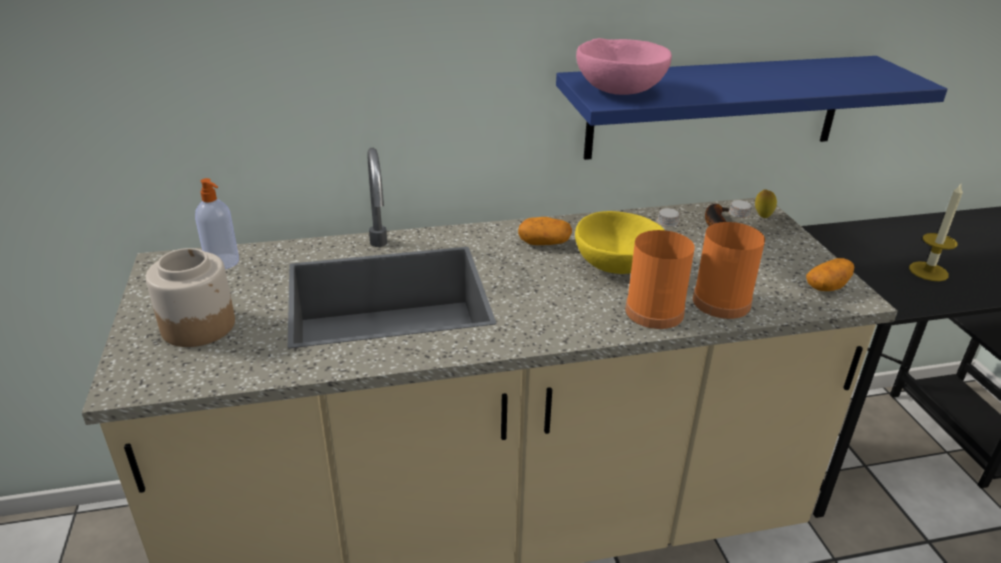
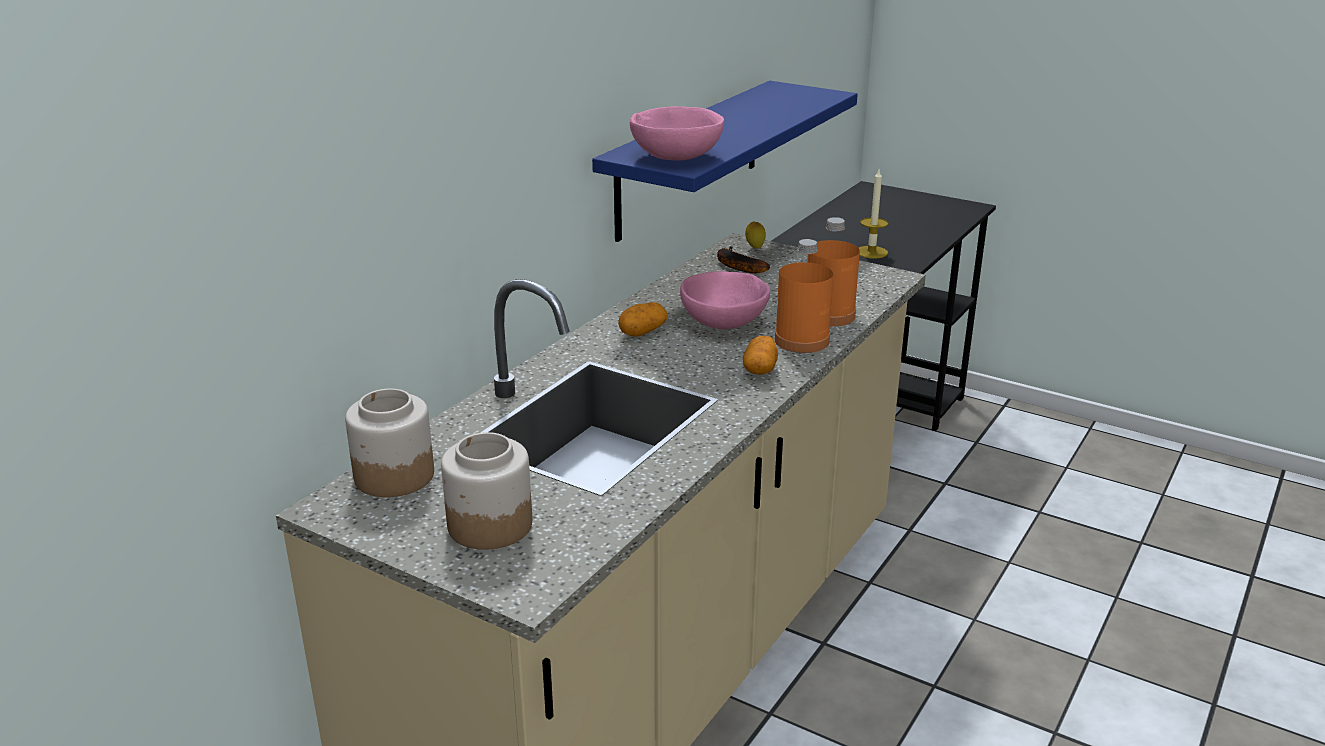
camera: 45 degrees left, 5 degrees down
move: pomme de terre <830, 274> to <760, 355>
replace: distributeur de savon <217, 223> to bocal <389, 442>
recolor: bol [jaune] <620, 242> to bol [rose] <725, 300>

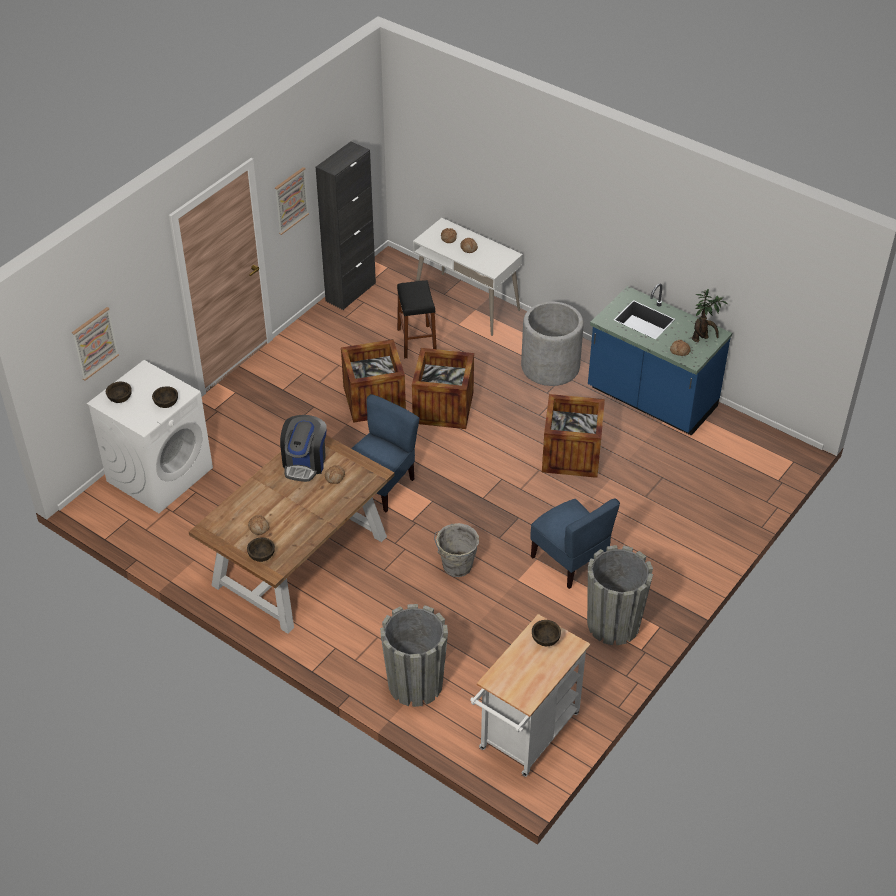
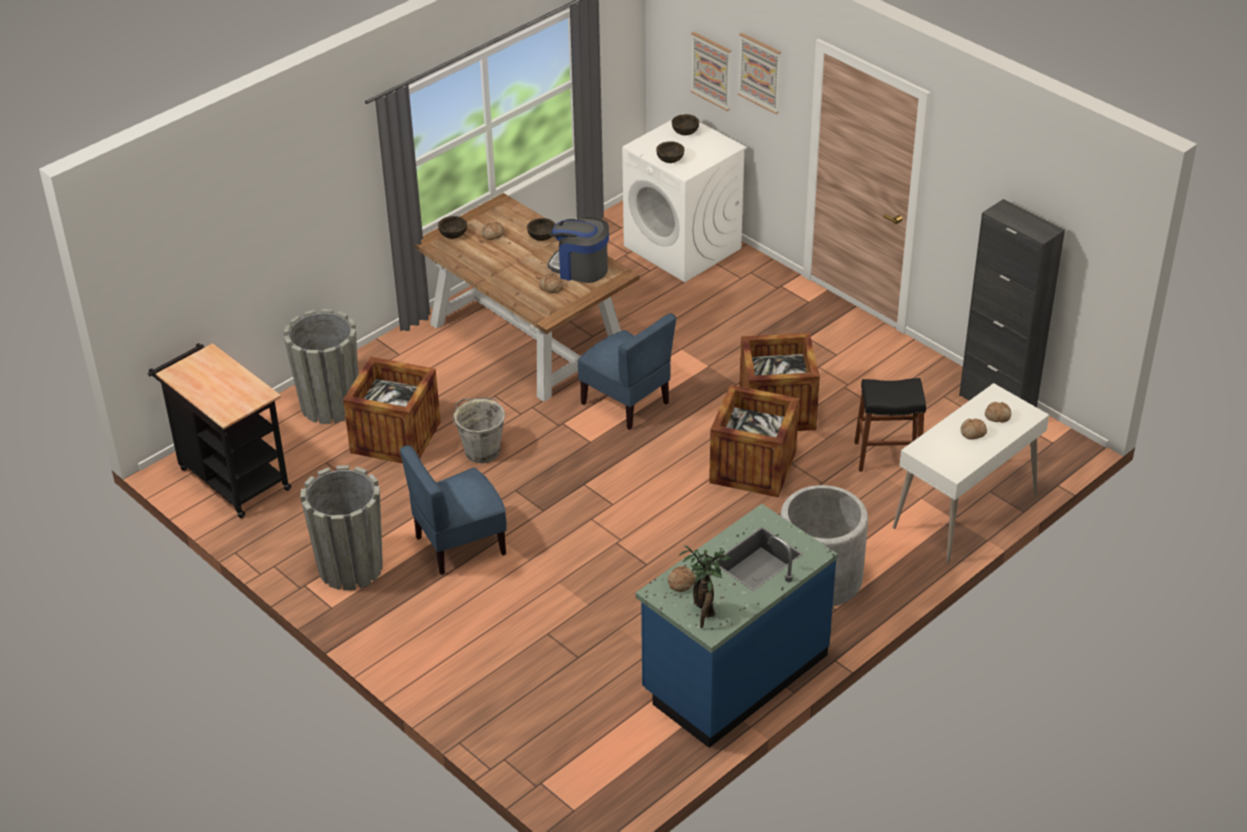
camera: 100 degrees right, 5 degrees down
move: tableau <292, 201> to <759, 73>; caisse <573, 436> to <392, 410>; bol [marron] <546, 633> to <541, 229>
recolor: chariot [blanc] <530, 695> to chariot [noir] <219, 430>

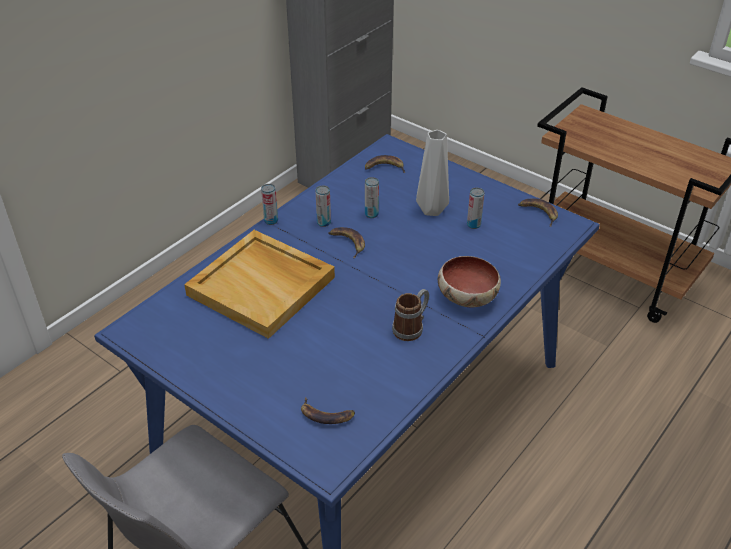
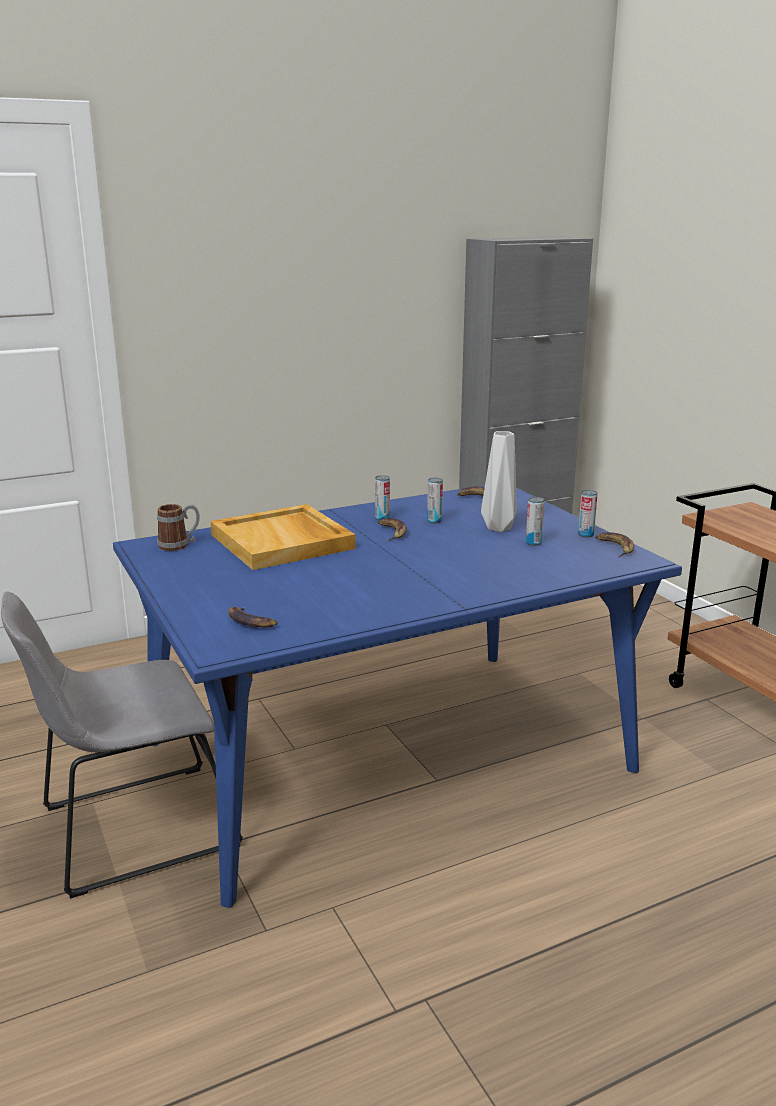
camera: 25 degrees right, 20 degrees down
delete: bol <469, 281>
move: boîte métallique <269, 204> to <588, 514>; mug <410, 315> to <178, 527>

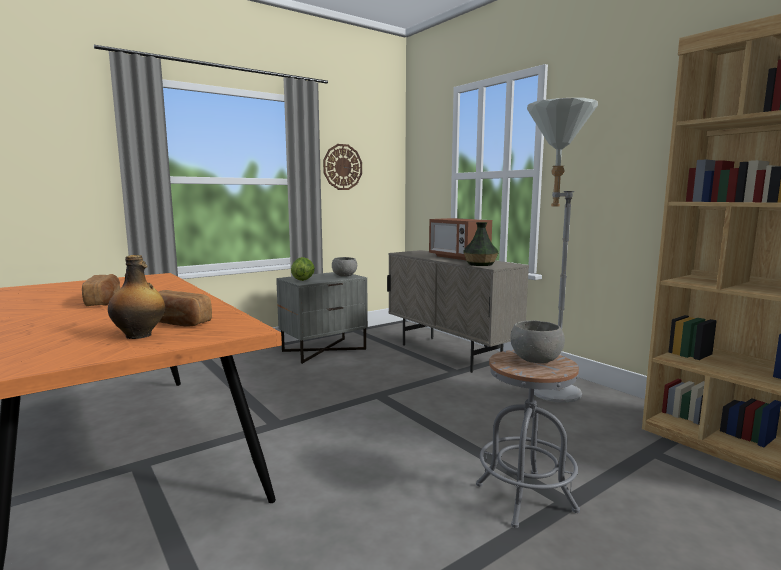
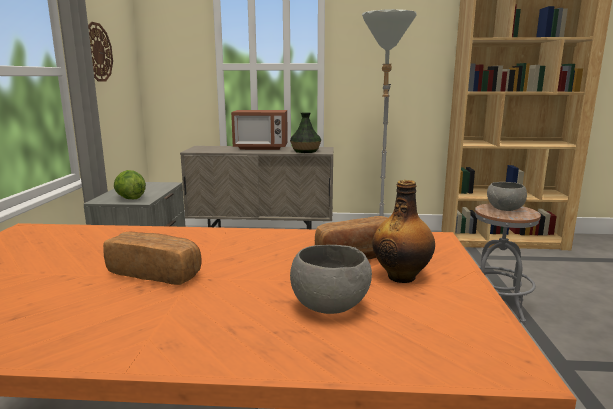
camera: 50 degrees left, 5 degrees up
move: bol [gris] <344, 267> to <331, 279>

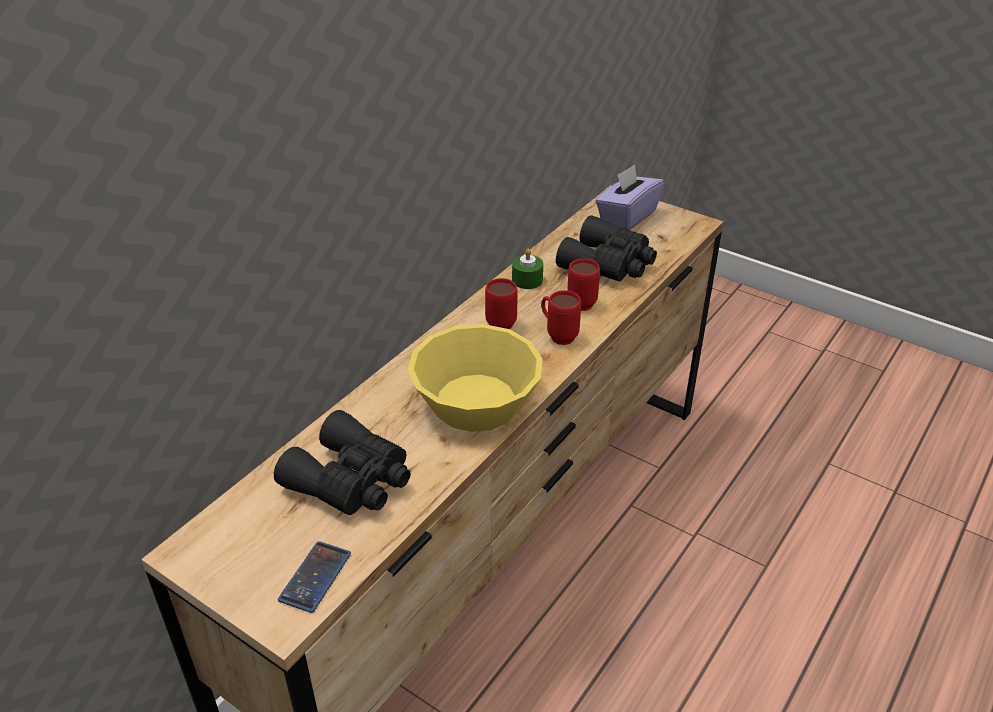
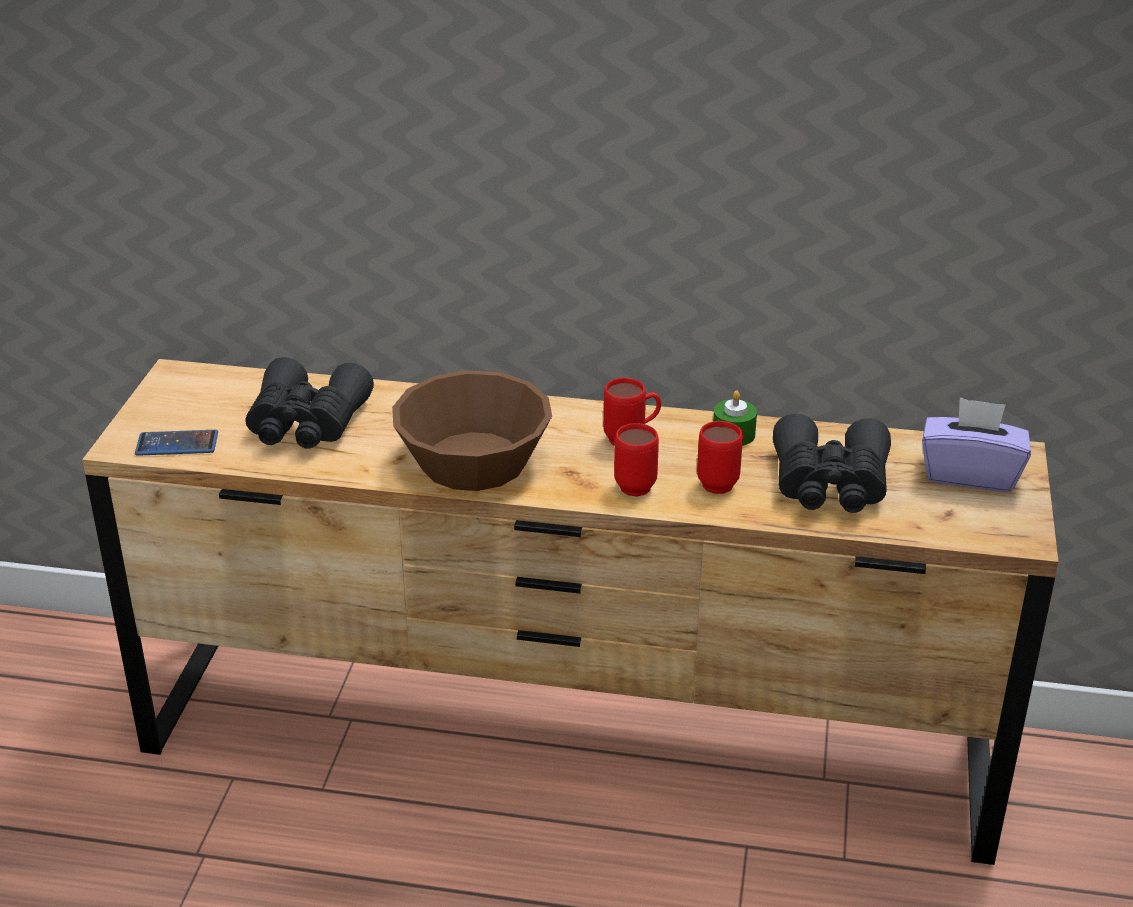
camera: 65 degrees right, 5 degrees down
recolor: bol [jaune] <475, 378> to bol [marron] <472, 430>

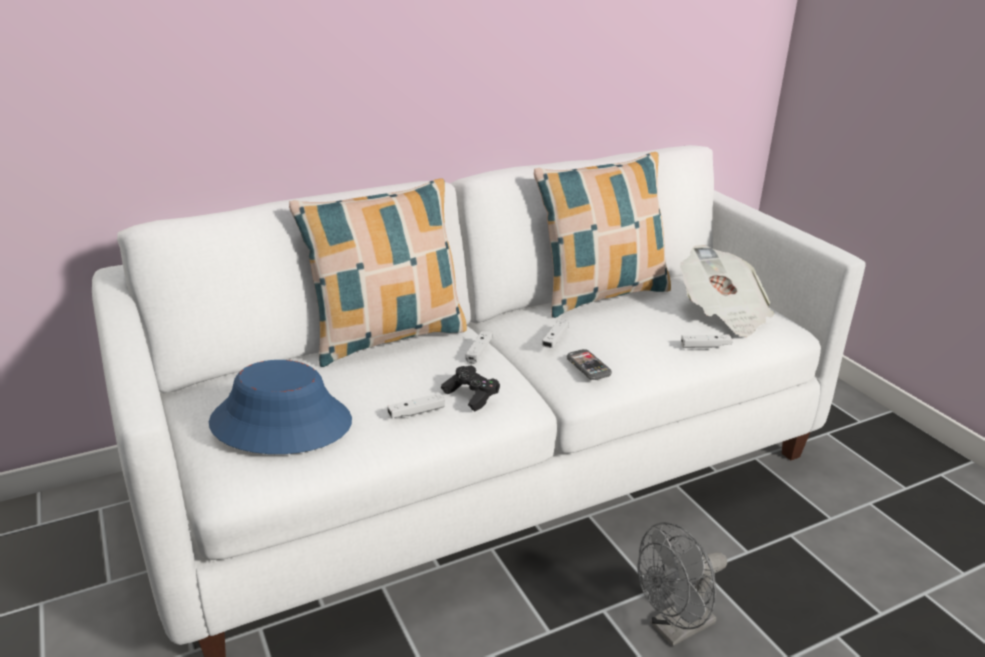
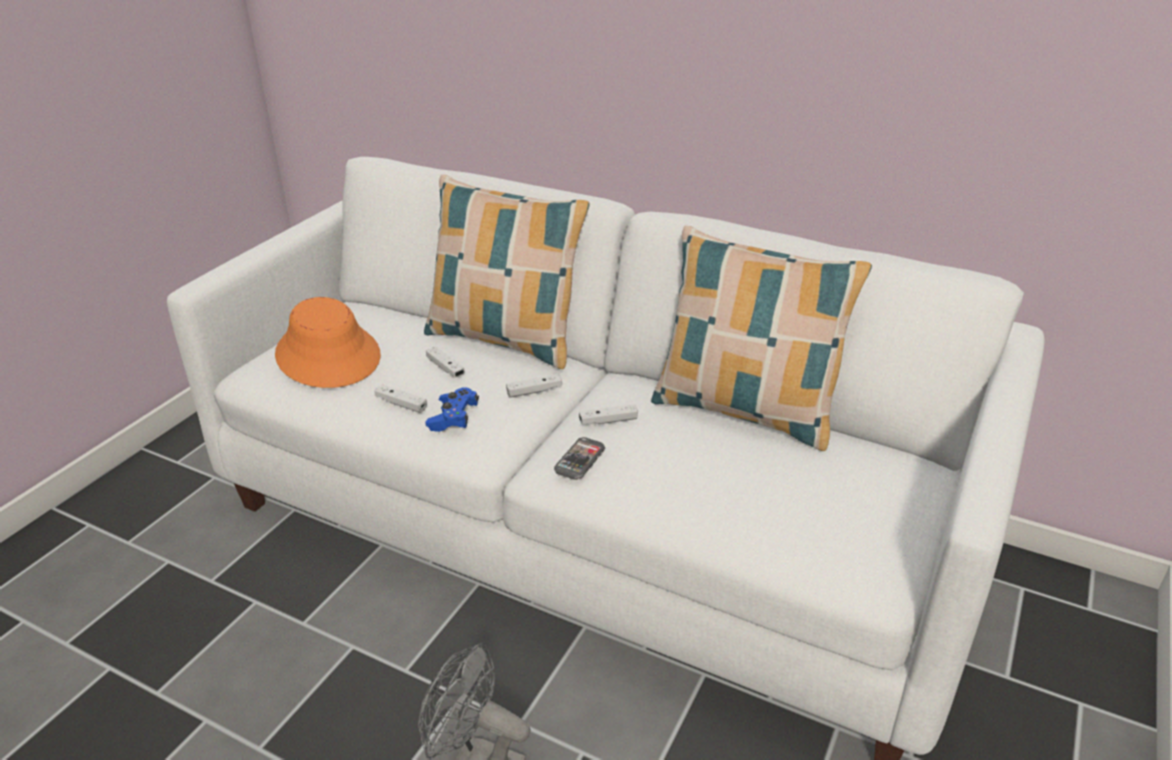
camera: 55 degrees right, 5 degrees up
delete: journal <727, 291>
move: manette [blanc] <707, 341> to <445, 362>
recolor: chapeau [bleu] <280, 407> to chapeau [orange] <328, 342>; manette [noir] <470, 388> to manette [bleu] <452, 409>

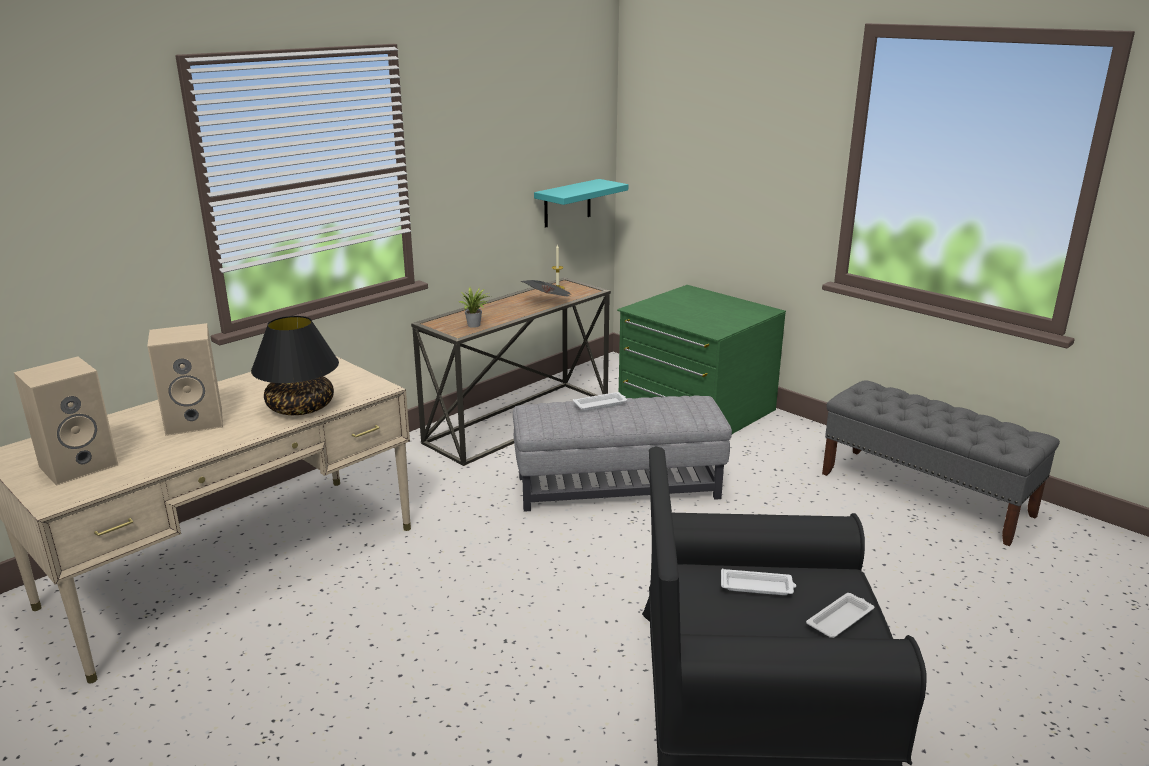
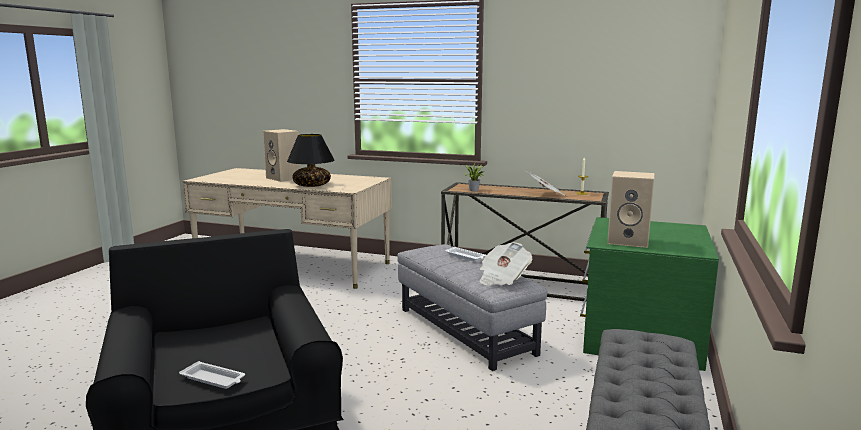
camera: 65 degrees right, 10 degrees down
delete: étagère [turquoise] <581, 203>; plateau [blanc] <758, 581>
insert: journal <505, 263>
move: enceinte [beige] <66, 421> to <630, 209>

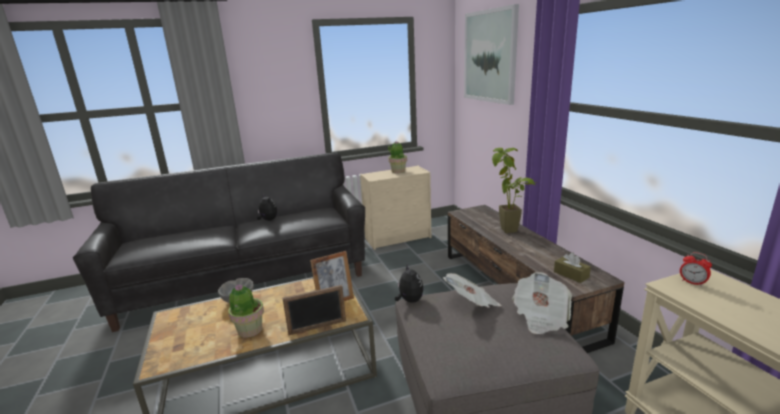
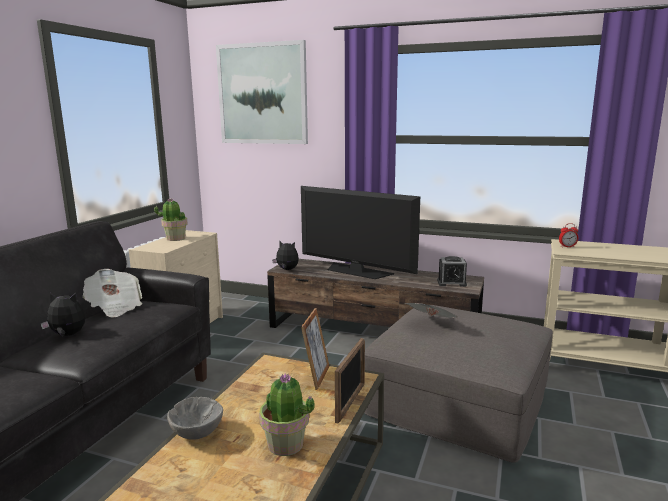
camera: 50 degrees left, 5 degrees down
move: peluche <409, 283> to <285, 255>; journal <542, 303> to <112, 293>
replace: plante en pot <515, 190> to téléviseur <360, 232>; boîte à mouchoirs [marron] <572, 267> to réveil <452, 271>

